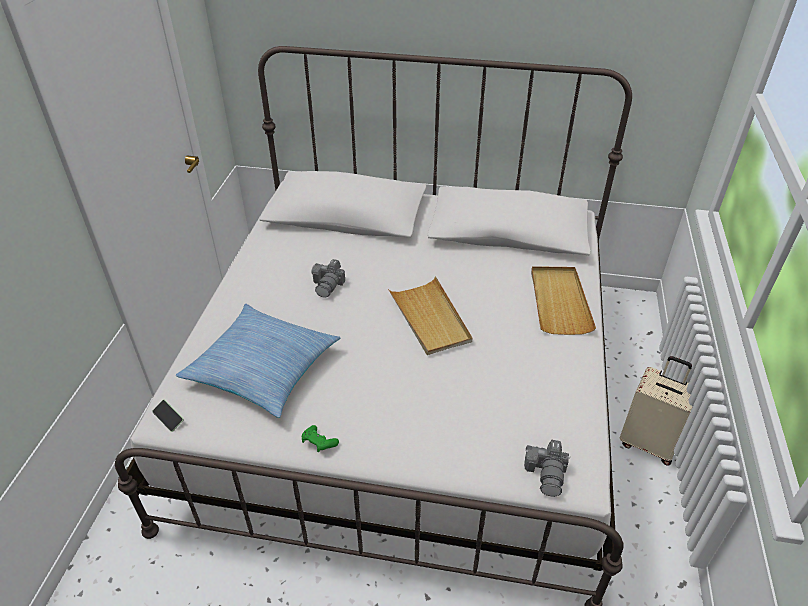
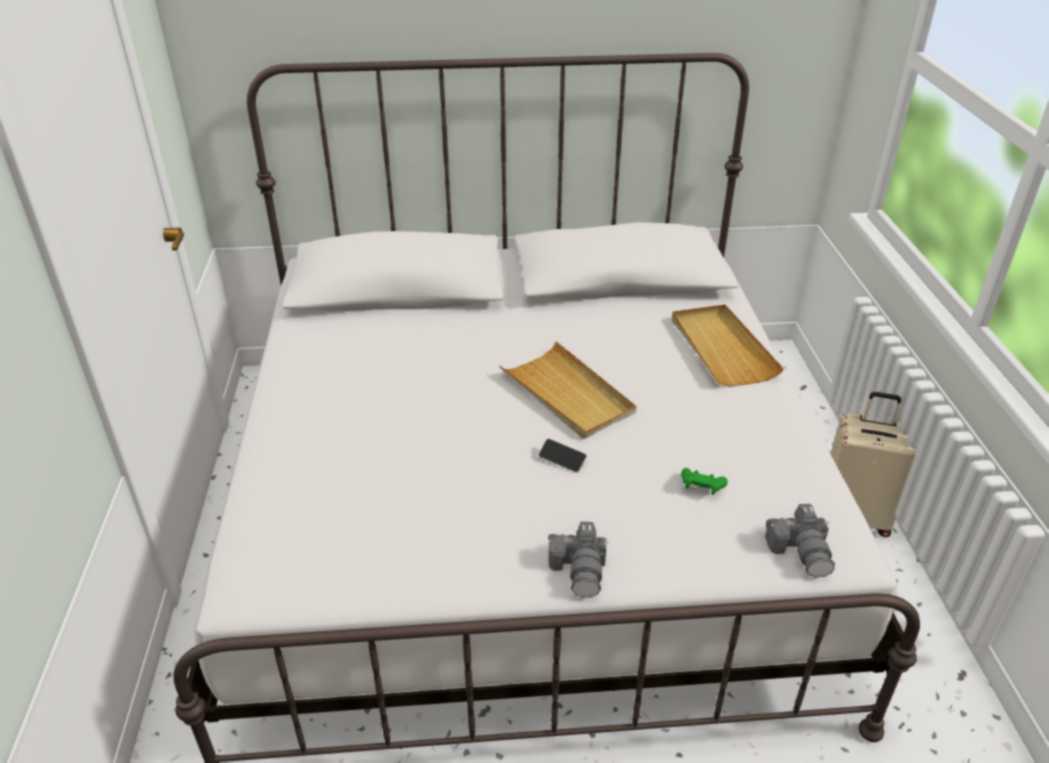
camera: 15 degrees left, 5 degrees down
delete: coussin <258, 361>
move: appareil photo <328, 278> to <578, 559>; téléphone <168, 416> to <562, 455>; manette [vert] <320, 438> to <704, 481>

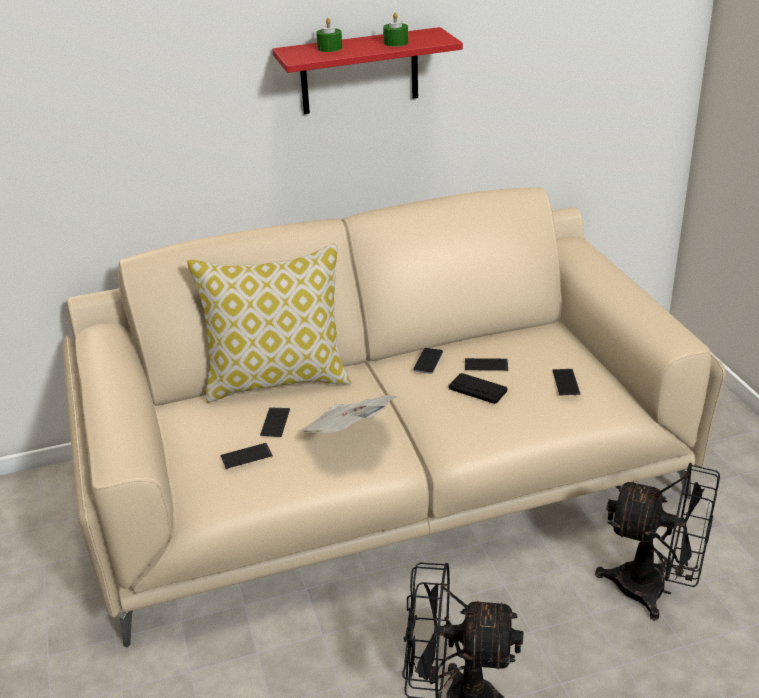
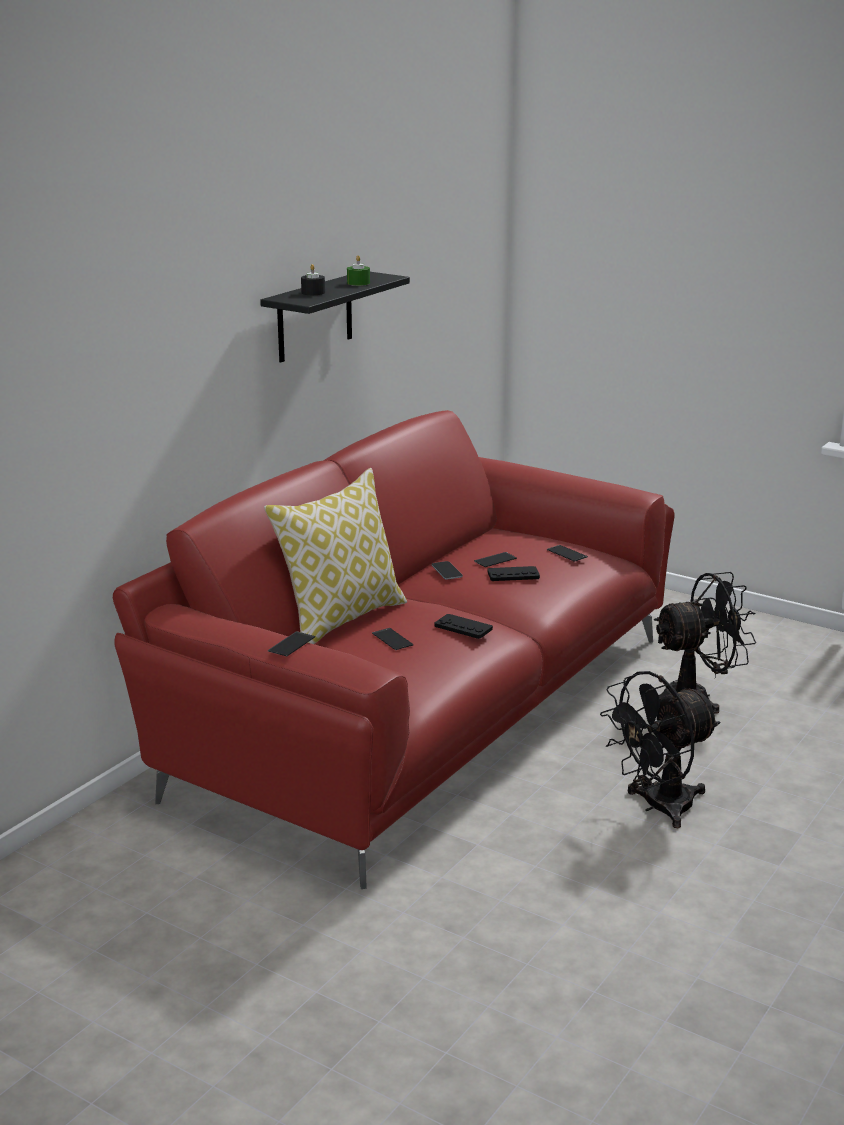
camera: 40 degrees left, 10 degrees down
move: téléphone <246, 456> to <291, 644>
replace: journal <348, 414> to manette [noir] <463, 626>
recolor: bougie [vert] <329, 35> to bougie [noir] <313, 279>; étagère [rouge] <367, 70> to étagère [noir] <335, 317>; canapé [beige] <394, 417> to canapé [rouge] <393, 649>

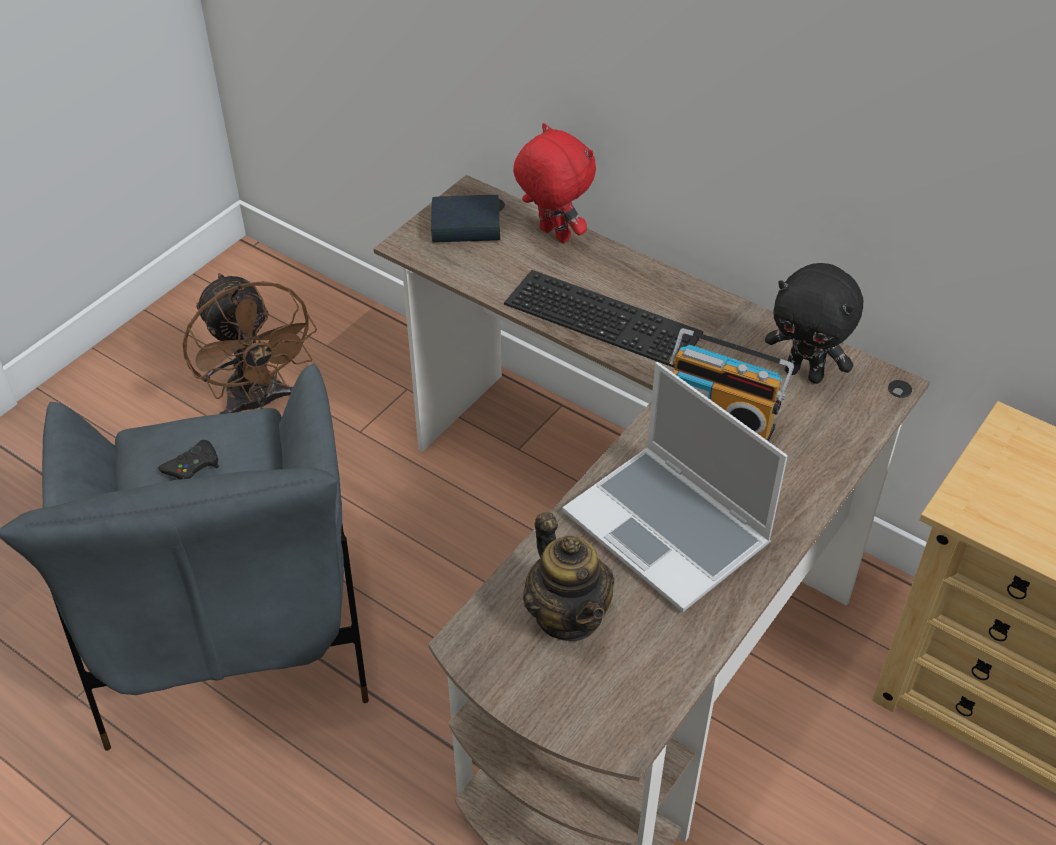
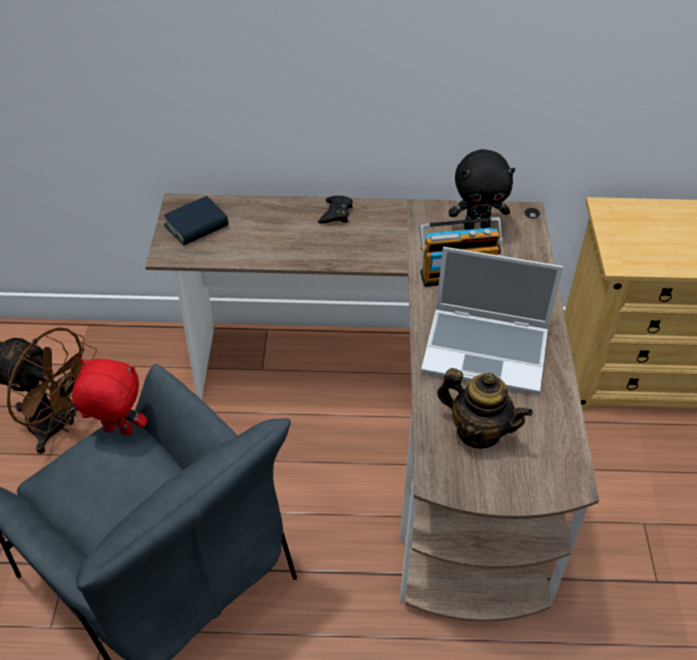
camera: 35 degrees left, 0 degrees up
delete: clavier <603, 319>
move: peluche [rouge] <554, 183> to <109, 396>; manette [noir] <188, 460> to <335, 209>

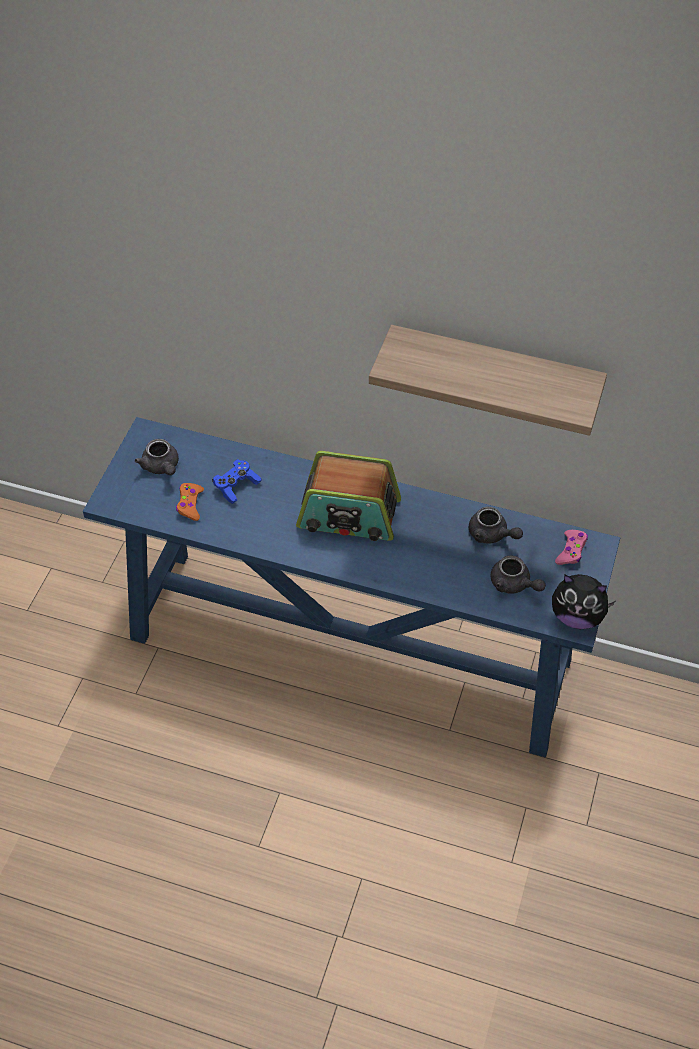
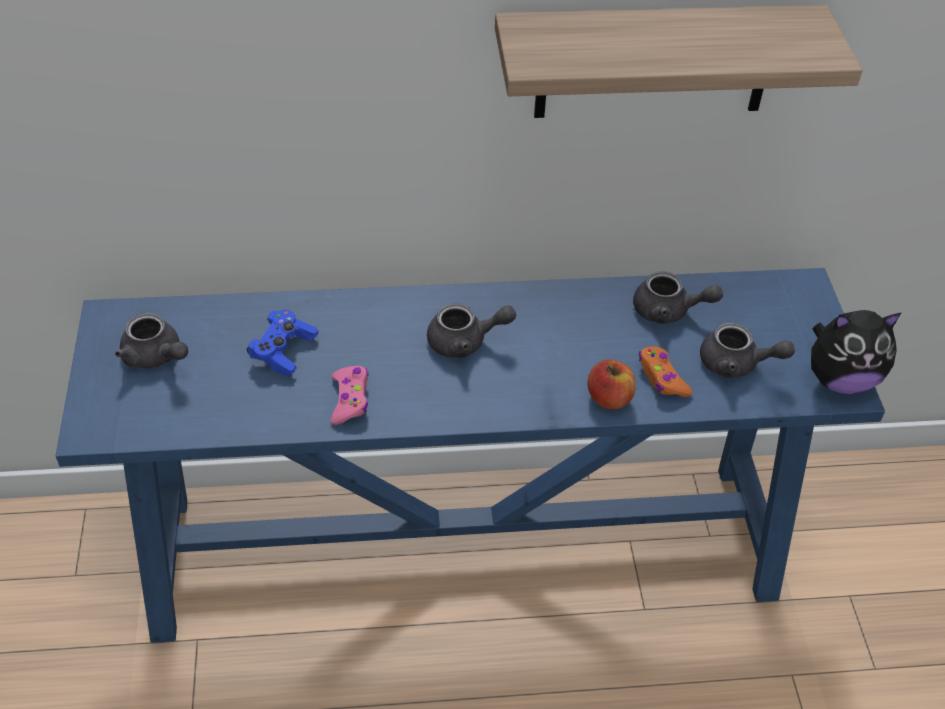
camera: 25 degrees left, 5 degrees down
insert: pomme <612, 384>
move: manette [orange] <190, 502> to <666, 372>; manette [rose] <571, 547> to <350, 395>
replace: radio <348, 496> to théière [gris] <471, 330>

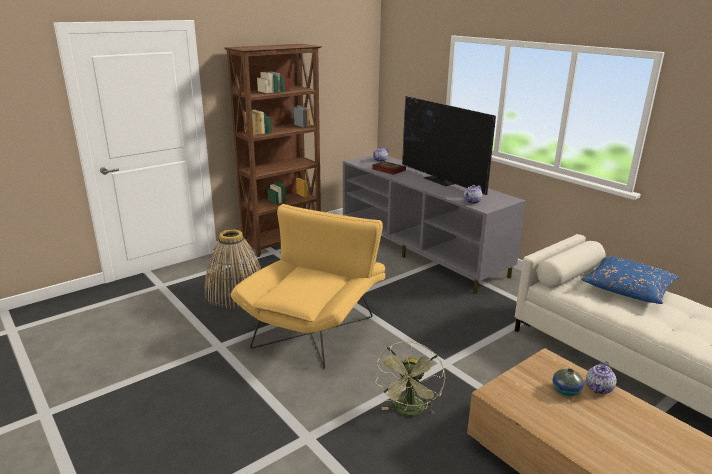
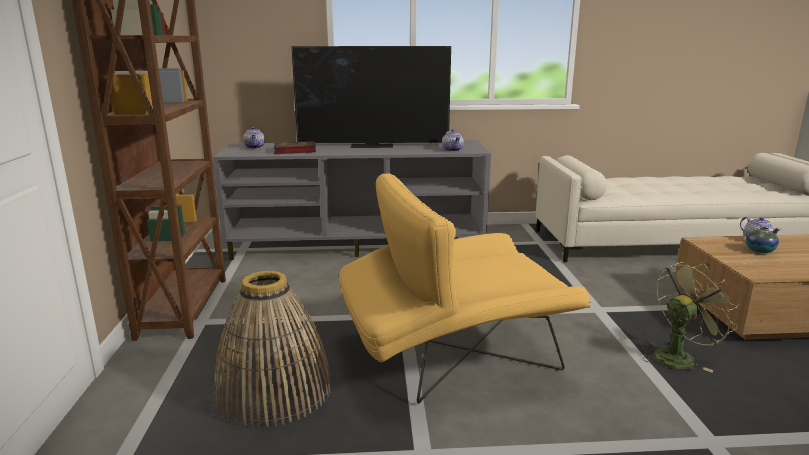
camera: 55 degrees left, 5 degrees down
delete: coussin [bleu] <630, 280>
rotate: fauteuil [jaune] <308, 286> = <465, 288> 75 degrees counterclockwise; ventilateur [vert] <410, 378> = <690, 317> 75 degrees counterclockwise

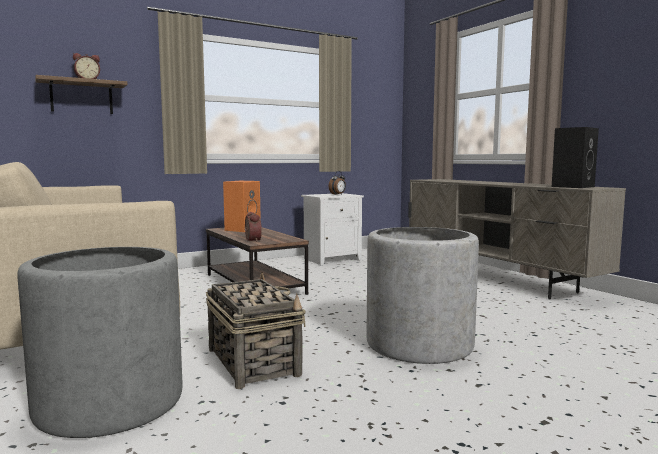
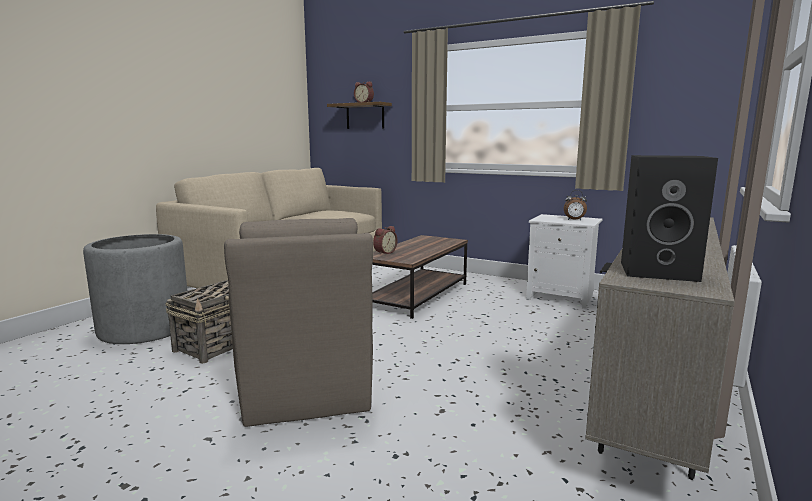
camera: 60 degrees right, 5 degrees up
delete: enceinte [orange] <242, 206>
replace: cache-pot [gris] <422, 295> to fauteuil [marron] <298, 322>

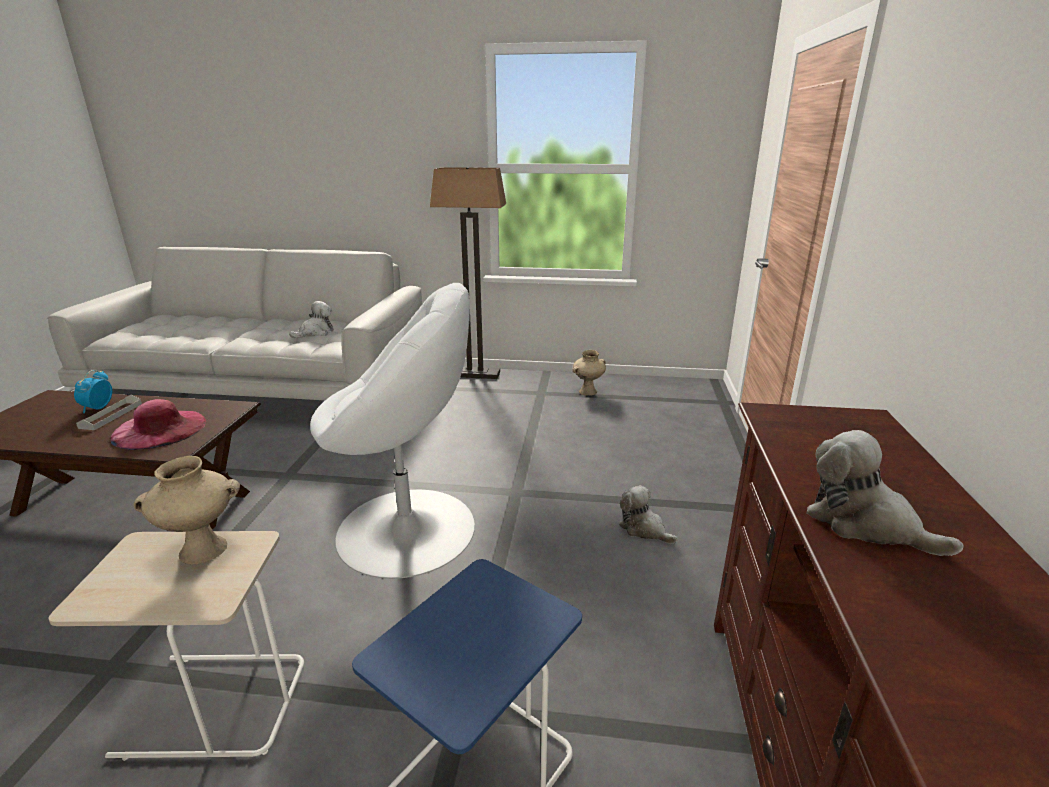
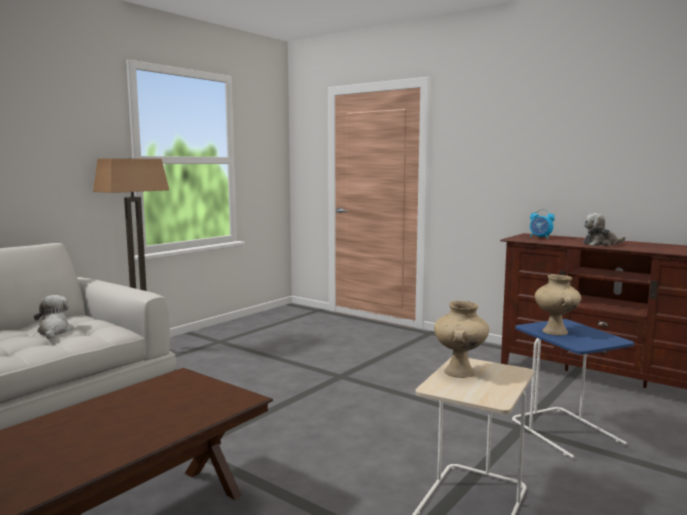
camera: 60 degrees left, 15 degrees down
delete: fauteuil [blanc] <392, 431>; plateau [gris] <109, 412>; chapeau [rose] <158, 424>; peluche <648, 514>
move: vase [beige] <589, 373> to <558, 304>; réveil <93, 391> to <542, 224>

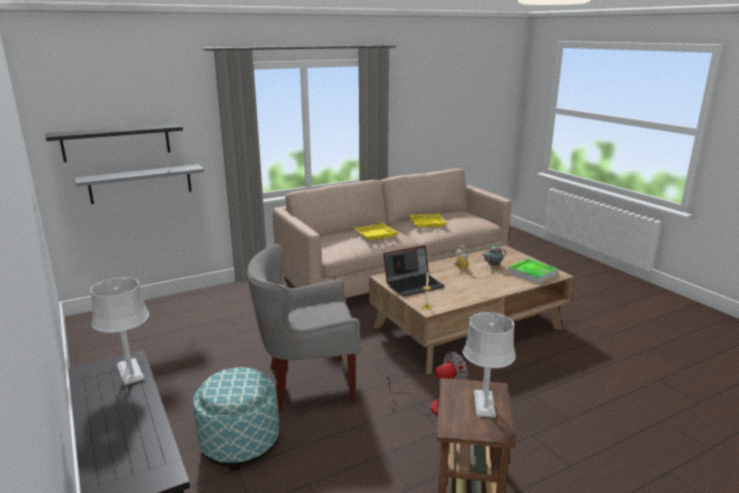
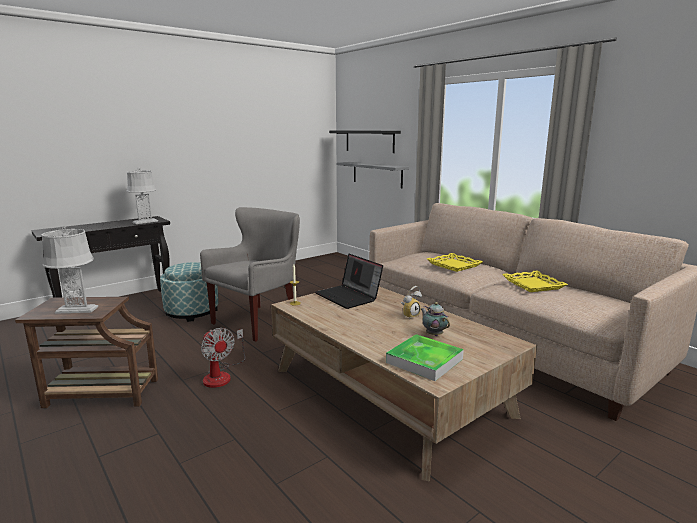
camera: 80 degrees right, 5 degrees down
rotate: fauteuil [gris] <304, 328> = <250, 274> 60 degrees clockwise

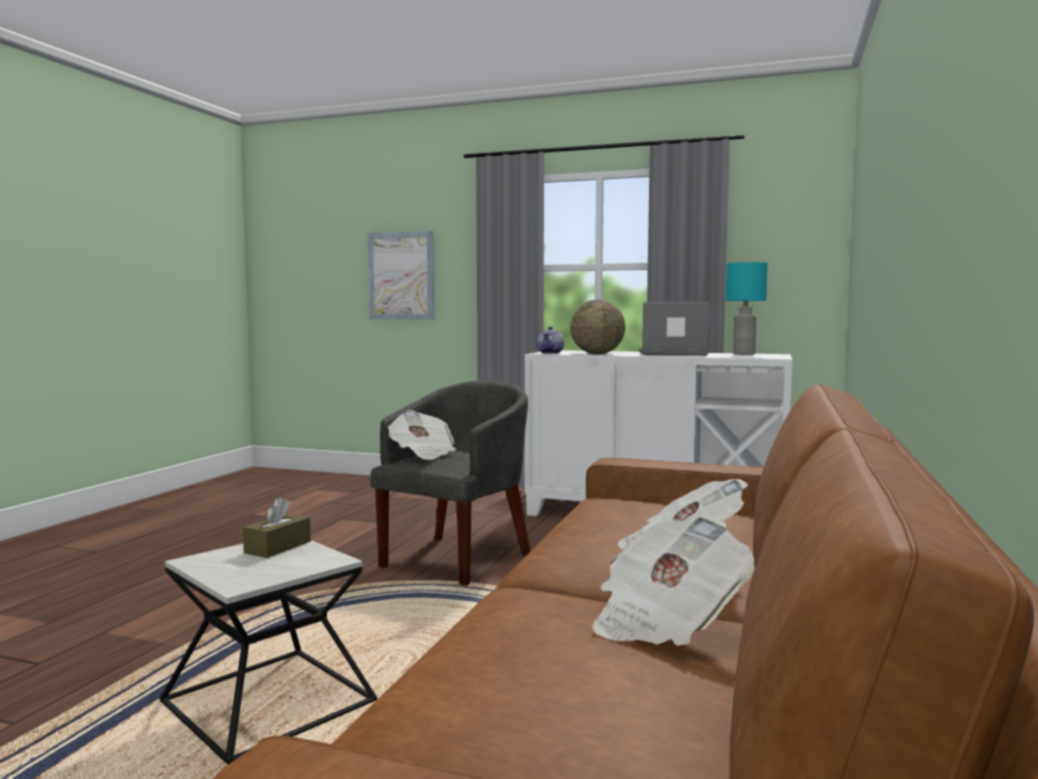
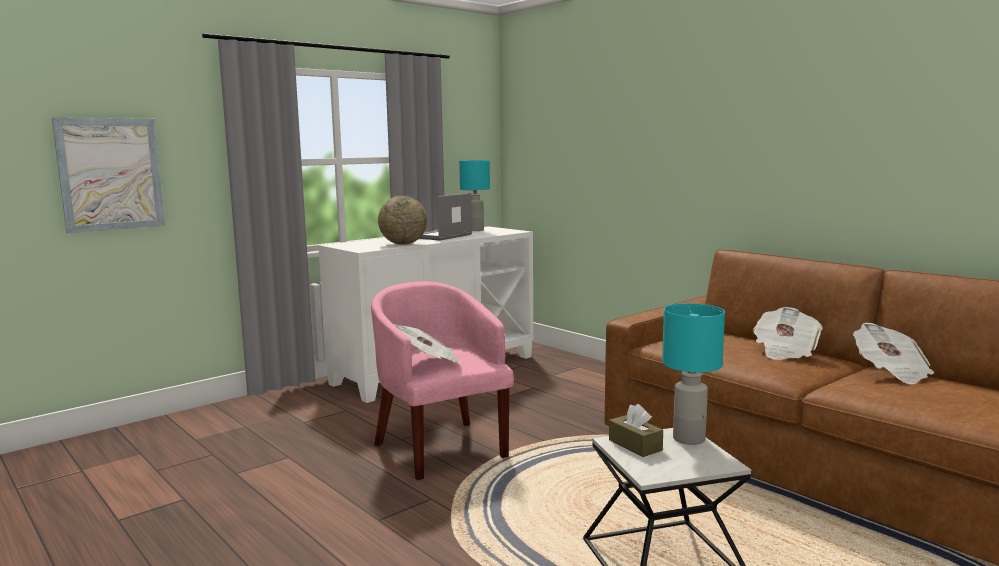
camera: 60 degrees left, 5 degrees up
delete: théière <550, 340>
insert: lampe de table [turquoise] <693, 374>
recolor: fauteuil [gris] <450, 483> to fauteuil [rose] <442, 381>

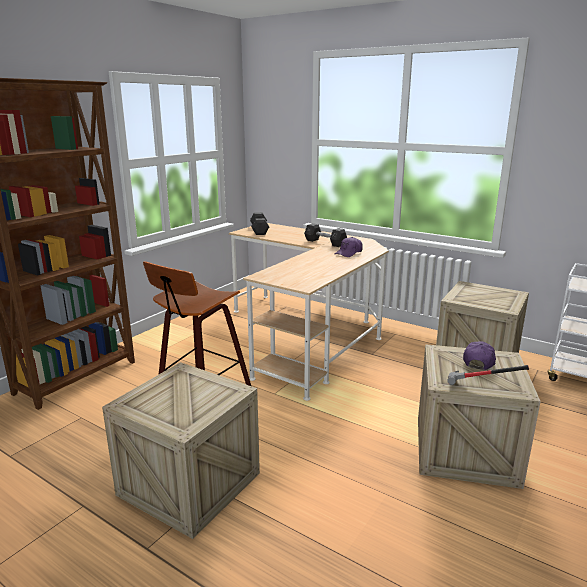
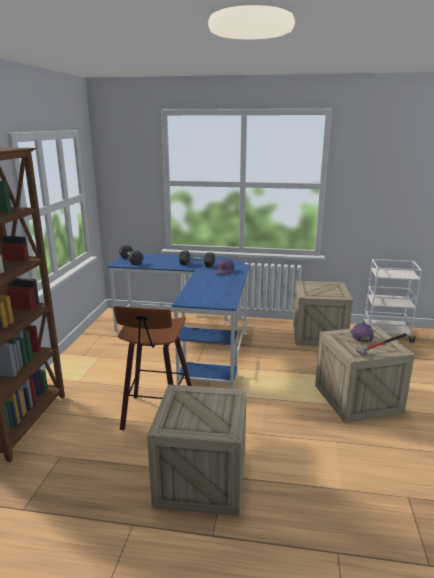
camera: 25 degrees left, 0 degrees up
recolor: bureau [beige] <309, 312> to bureau [bleu] <178, 321>

